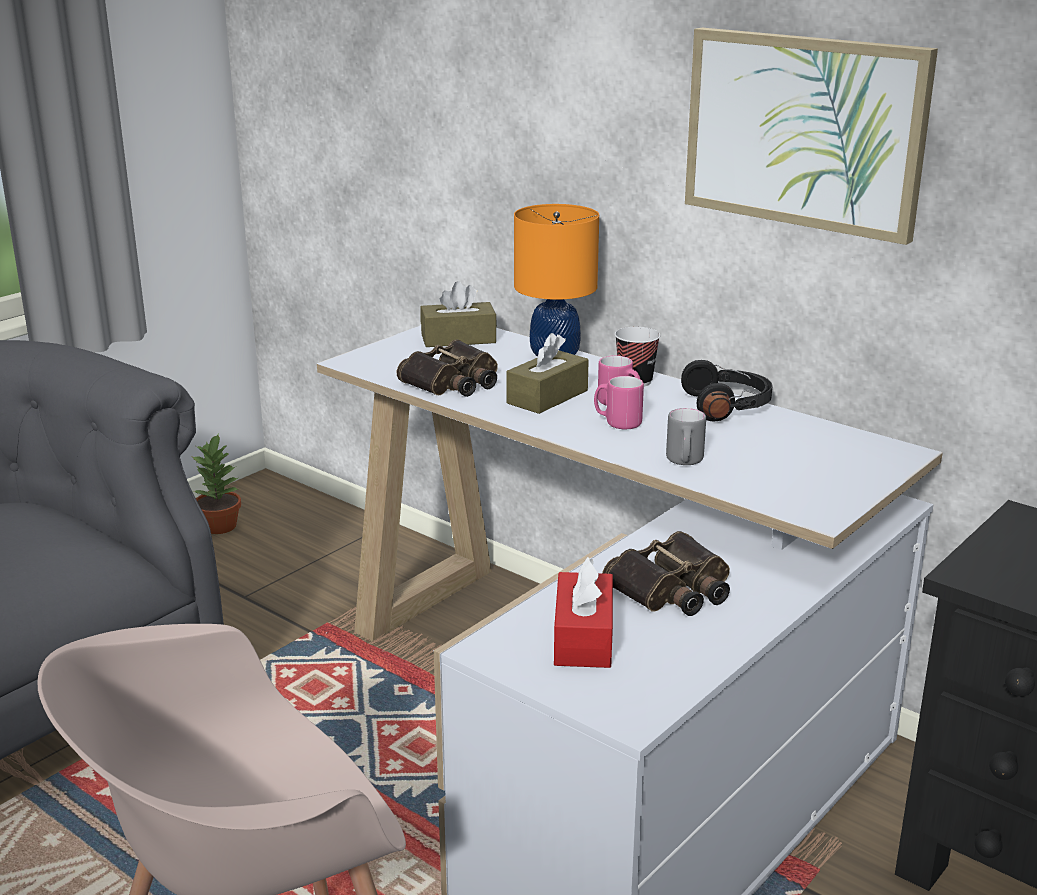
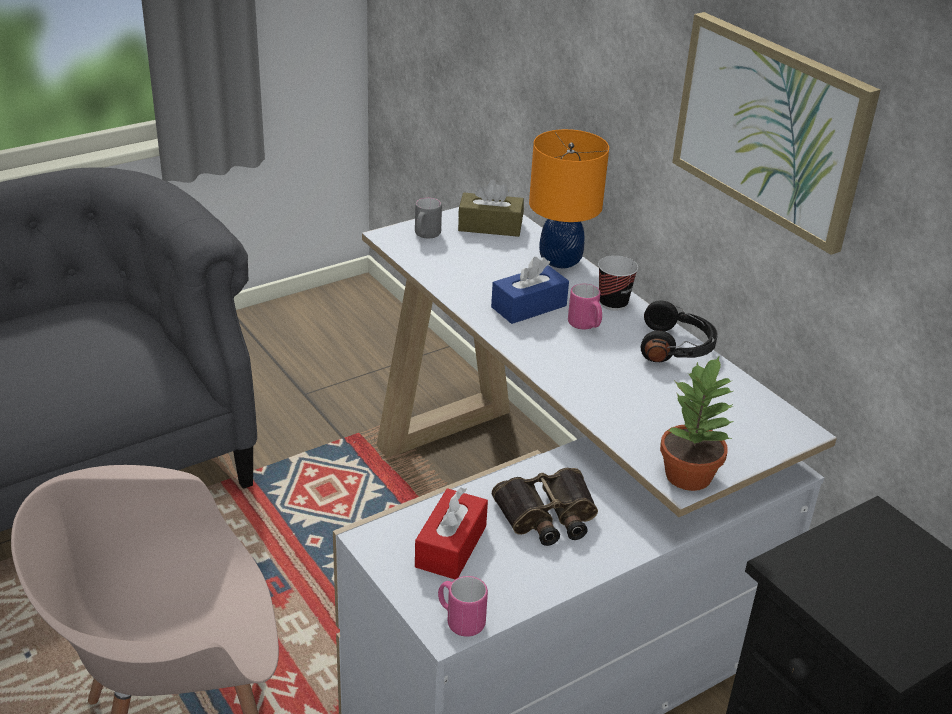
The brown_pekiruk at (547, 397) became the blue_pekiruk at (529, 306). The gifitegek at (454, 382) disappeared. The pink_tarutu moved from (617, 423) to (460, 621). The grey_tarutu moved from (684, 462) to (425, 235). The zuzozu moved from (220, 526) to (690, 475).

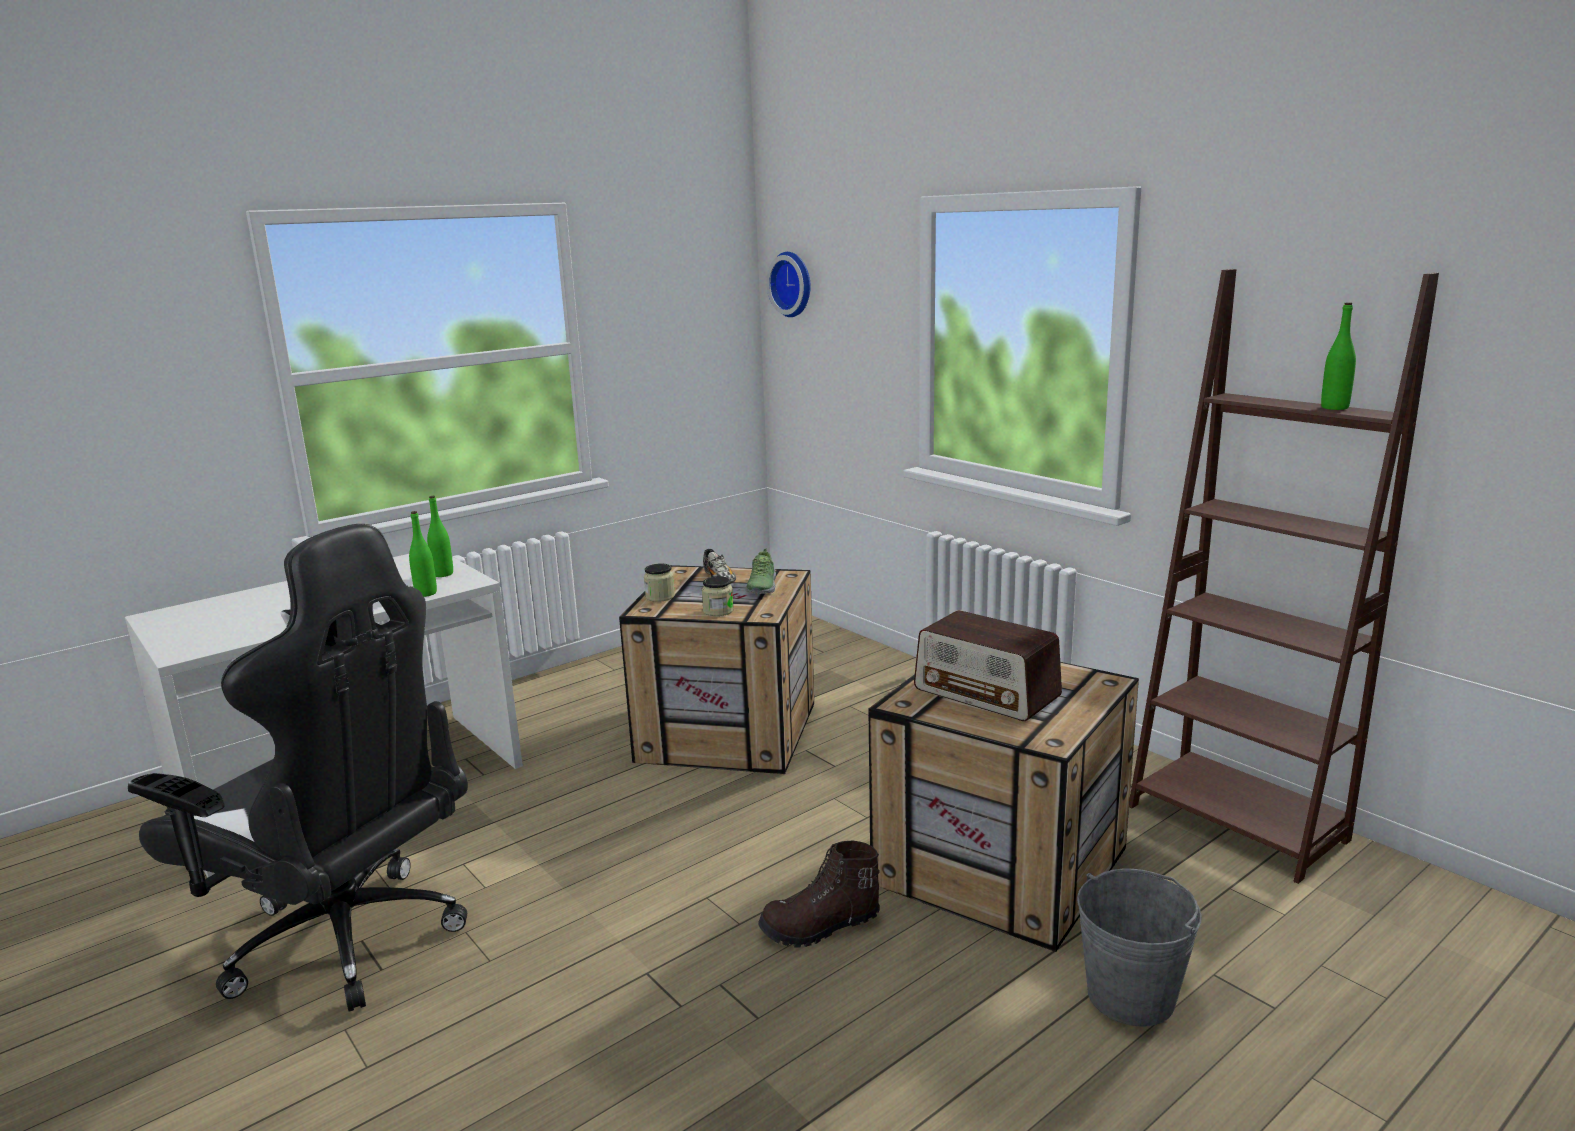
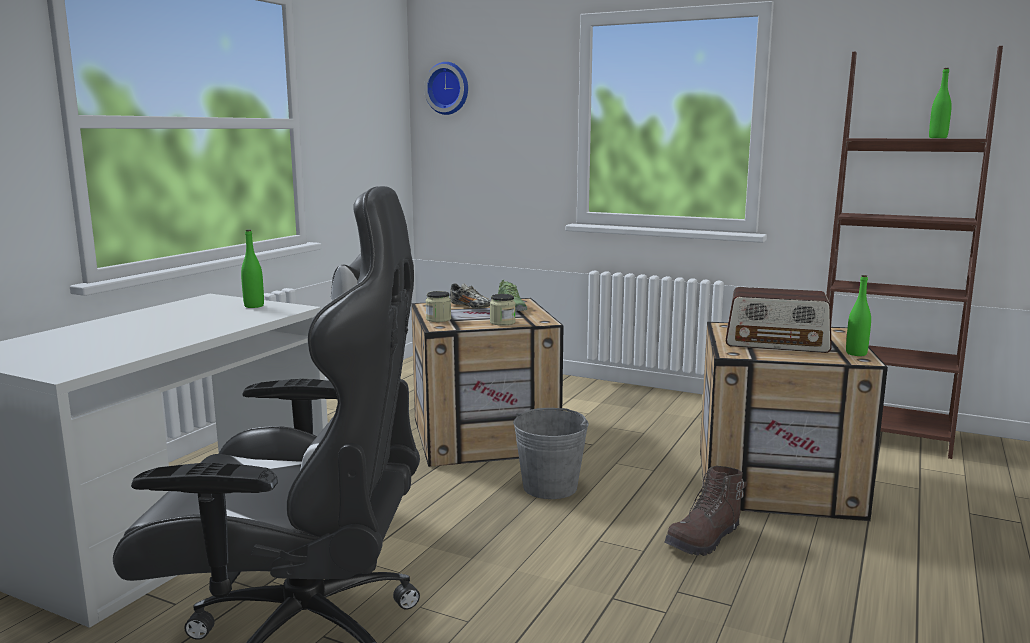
The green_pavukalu moved from (426, 593) to (856, 353). The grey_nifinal moved from (1131, 996) to (550, 487).

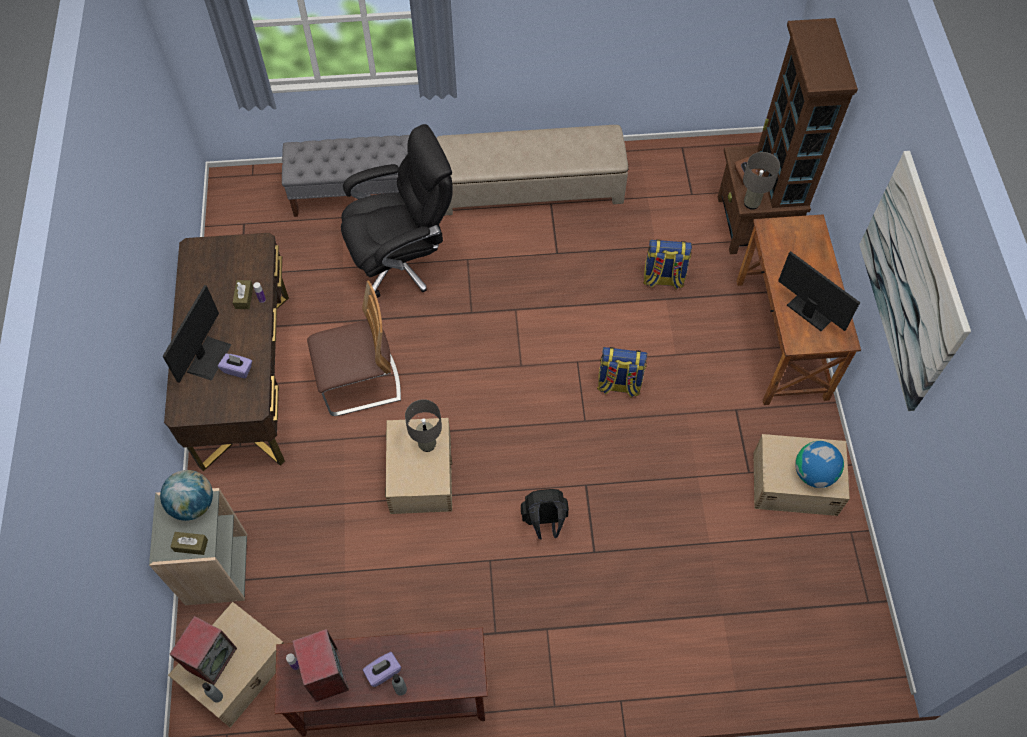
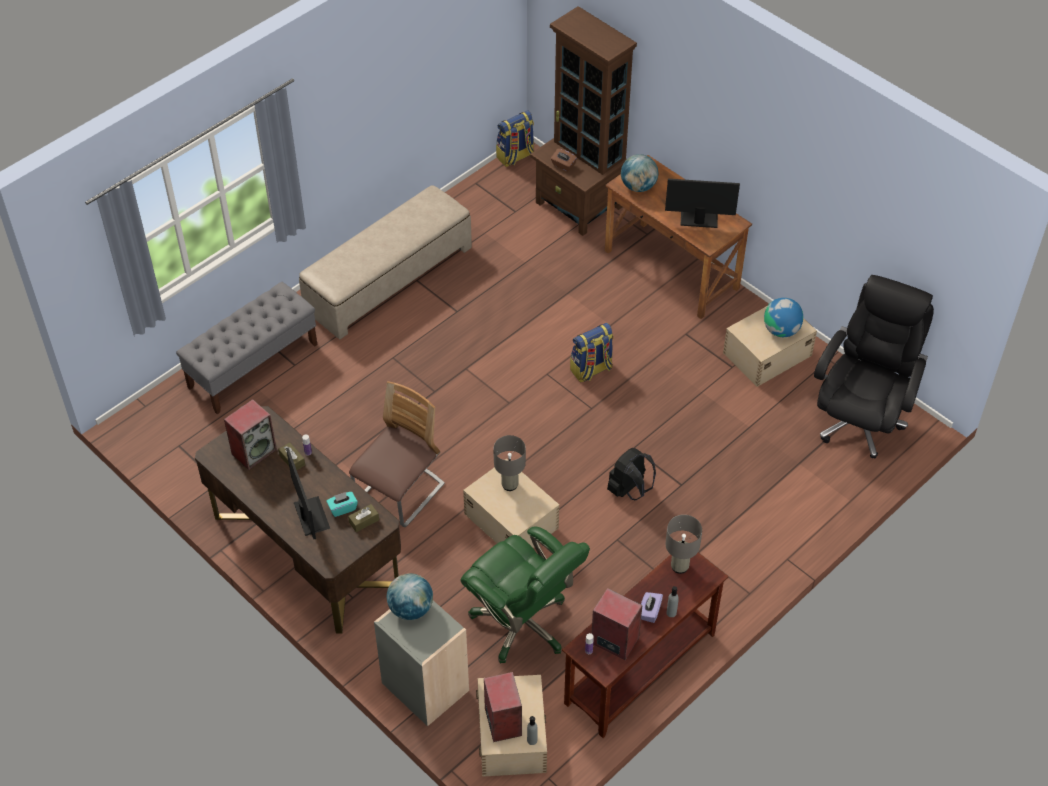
The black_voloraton moved from (402, 263) to (860, 420). The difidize at (912, 282) disappeared. The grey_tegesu moved from (751, 204) to (679, 567). The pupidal moved from (663, 279) to (515, 157). The purple_pekiruk at (238, 369) became the turquoise_pekiruk at (342, 508). The brown_pekiruk moved from (191, 545) to (364, 521). The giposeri at (638, 186) appeared. The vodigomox at (254, 451) appeared. The green_voloraton at (522, 626) appeared.

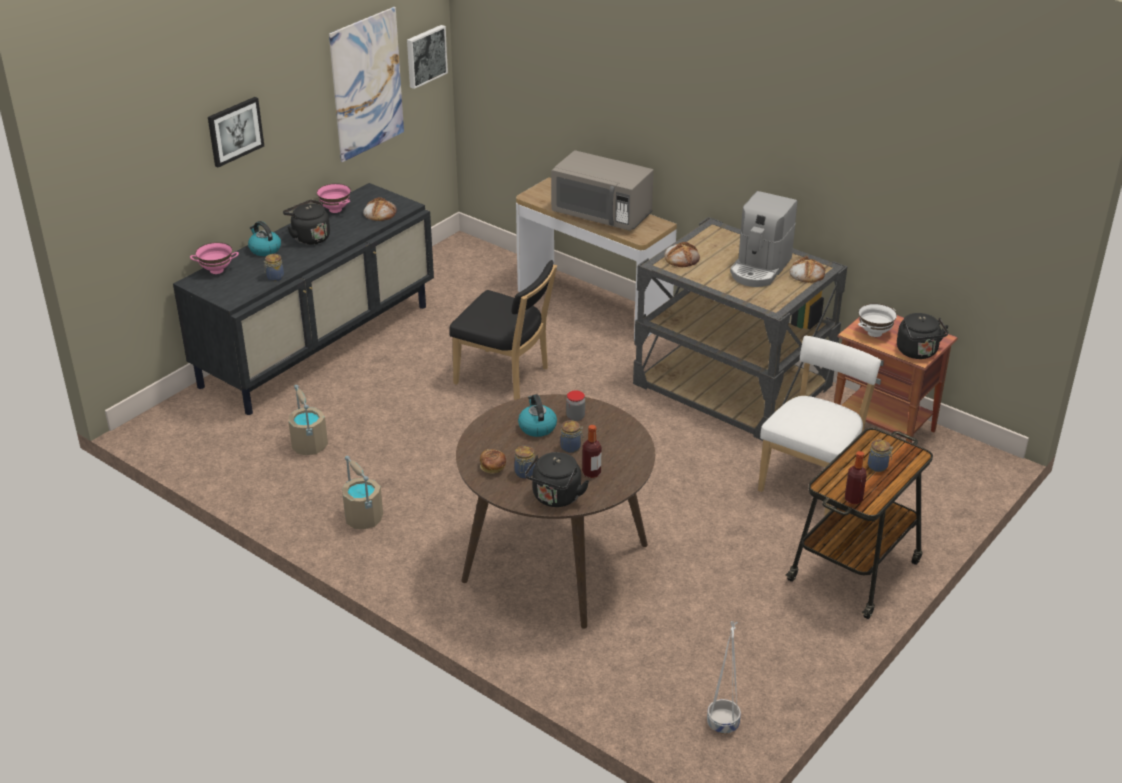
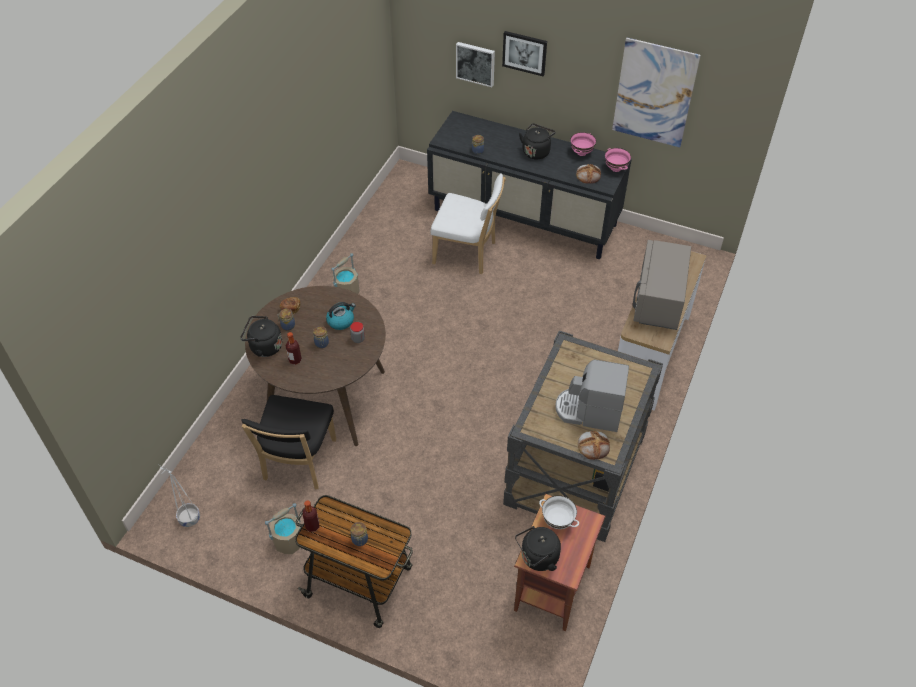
The difidize moved from (425, 56) to (475, 63). The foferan at (264, 249) disappeared. The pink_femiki moved from (217, 270) to (616, 168). The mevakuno at (682, 258) disappeared. The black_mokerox moved from (505, 377) to (298, 463). The white_mokerox moved from (812, 480) to (467, 254). The beige_nifinal moved from (309, 445) to (289, 541).

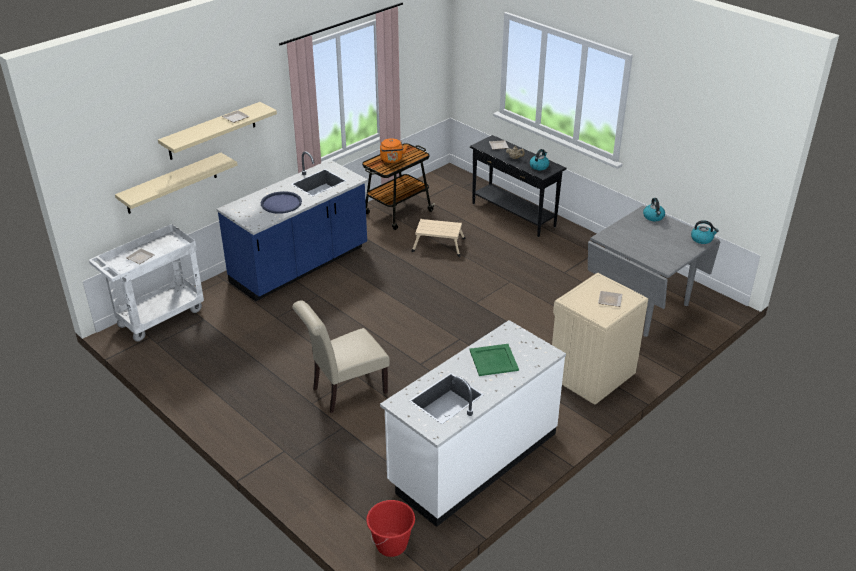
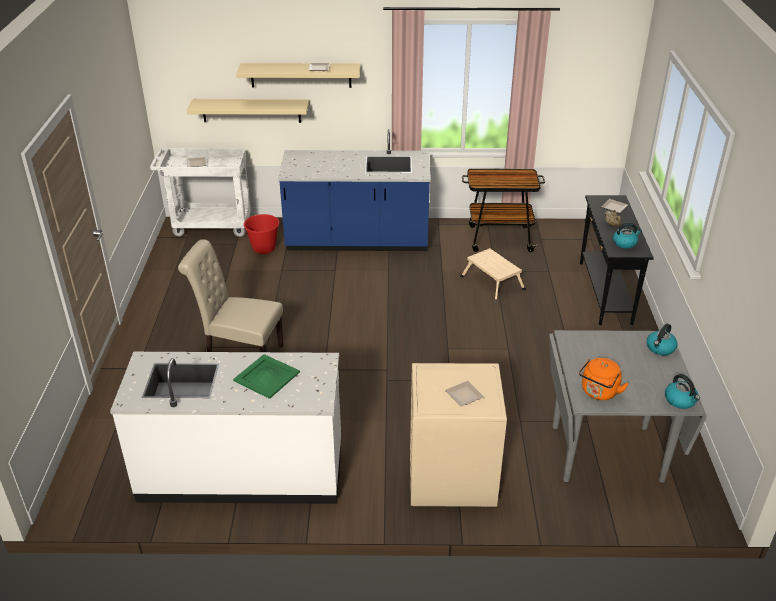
The orange_foferan moved from (392, 160) to (598, 393). The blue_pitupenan at (281, 203) disappeared. The red_nifinal moved from (391, 545) to (264, 248).

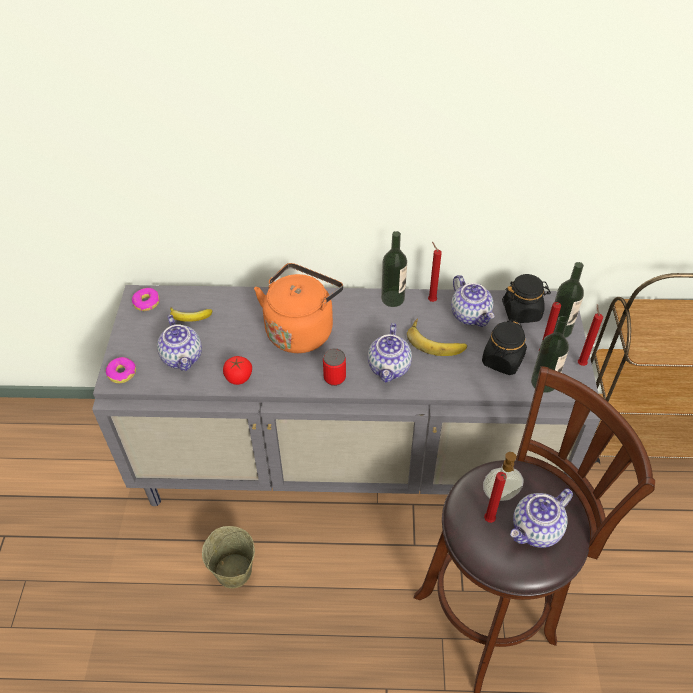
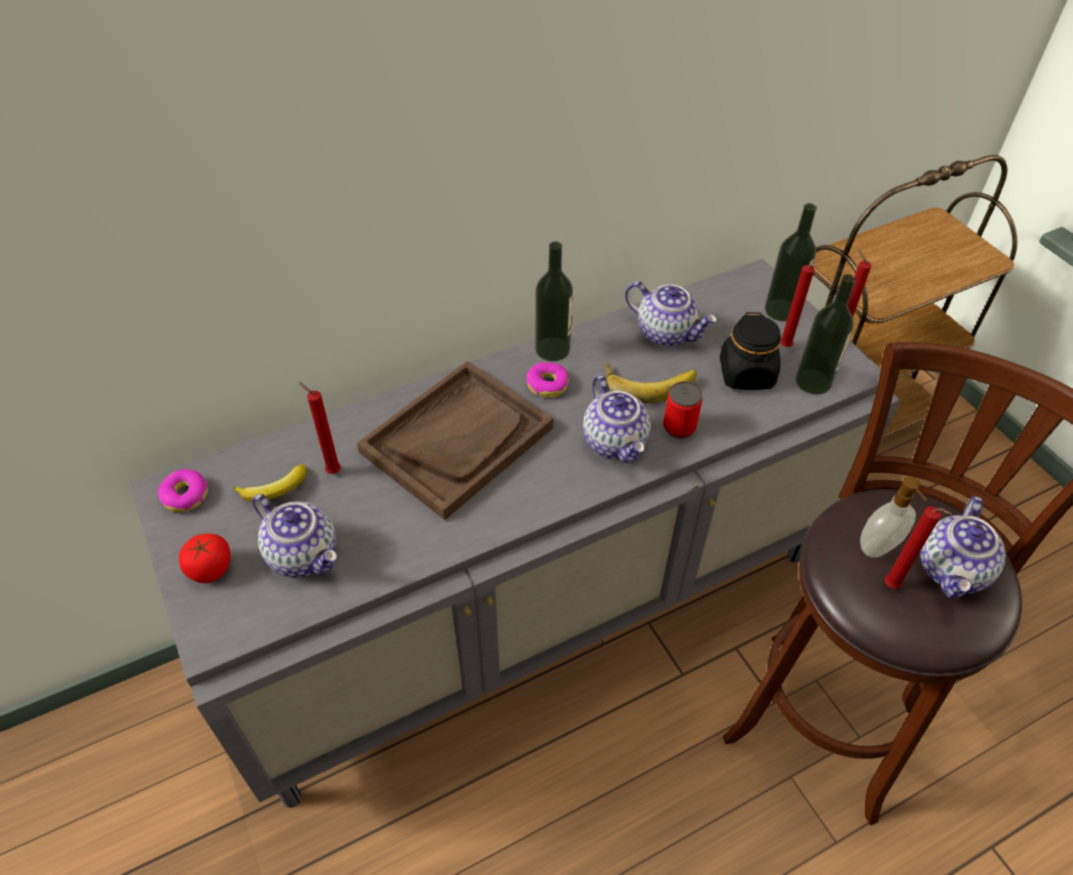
The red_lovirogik moved from (431, 300) to (331, 471). The orange_foferan at (301, 329) was replaced by the brown_pitupenan at (457, 439). The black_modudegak at (522, 312) disappeared. The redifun moved from (334, 377) to (679, 427). The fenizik moved from (239, 377) to (211, 569). The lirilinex moved from (122, 373) to (547, 384). The beige_nifinal at (234, 571) disappeared.

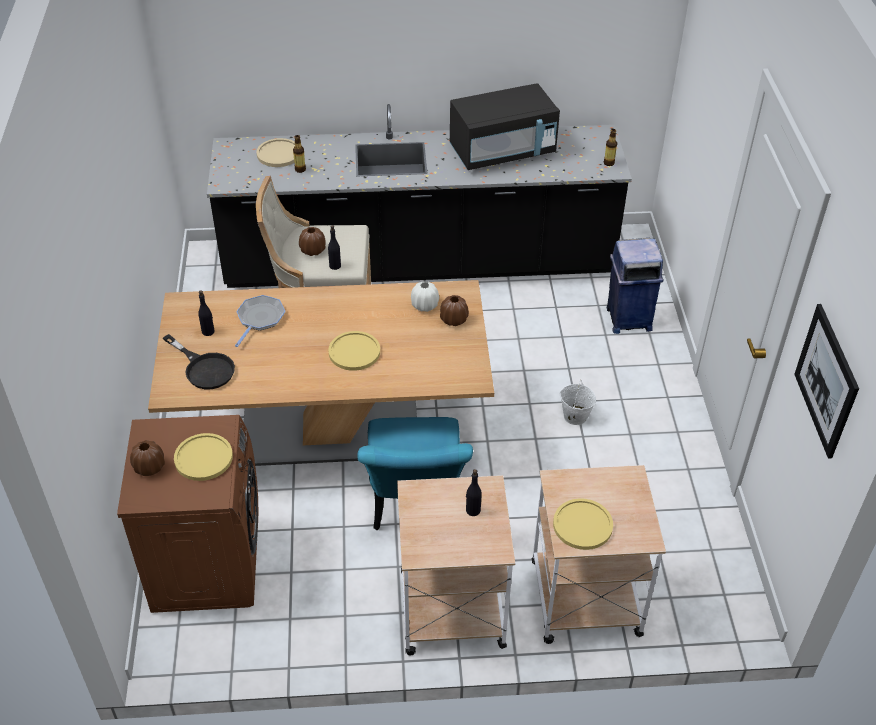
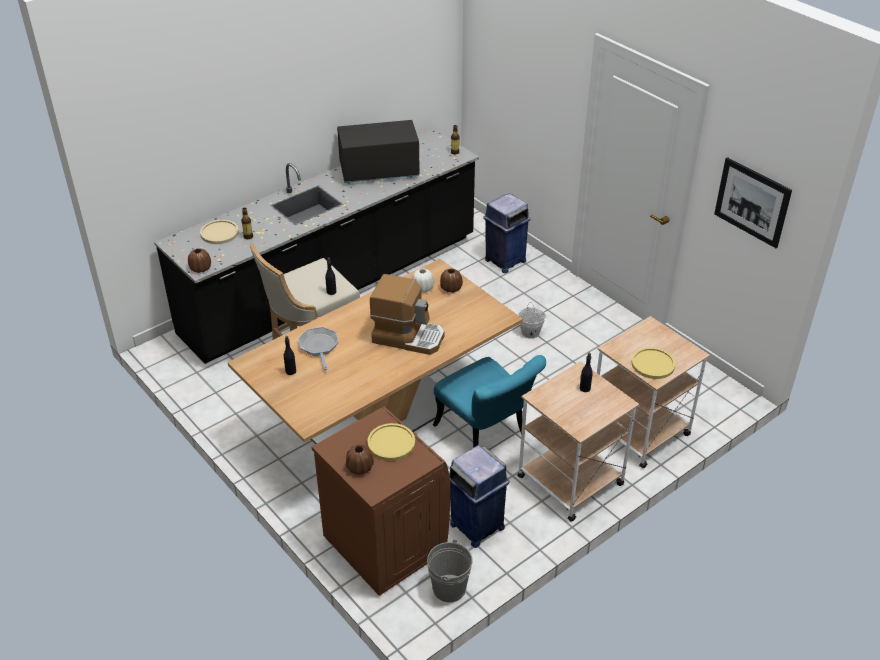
The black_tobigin at (502, 151) turned 135 degrees counterclockwise. The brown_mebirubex moved from (313, 250) to (200, 268). The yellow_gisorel at (354, 352) was replaced by the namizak at (408, 336). The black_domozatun at (204, 368) disappeared. The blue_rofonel at (476, 525) appeared. The grey_nifinal at (449, 588) appeared.

